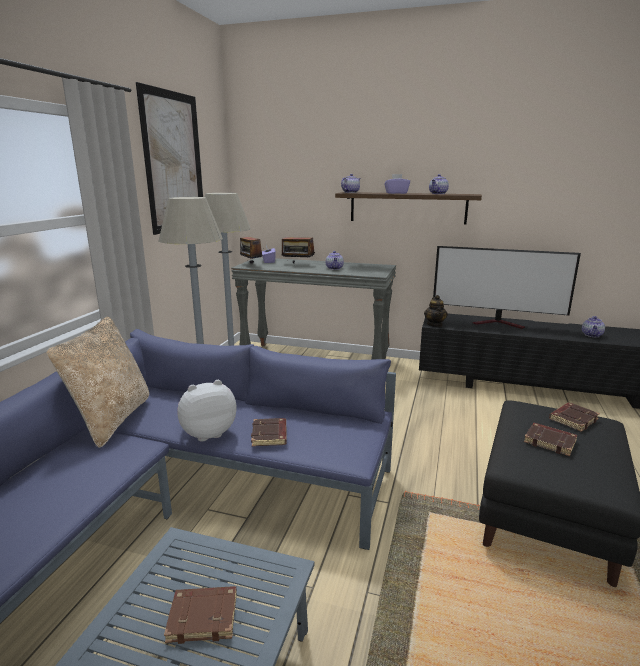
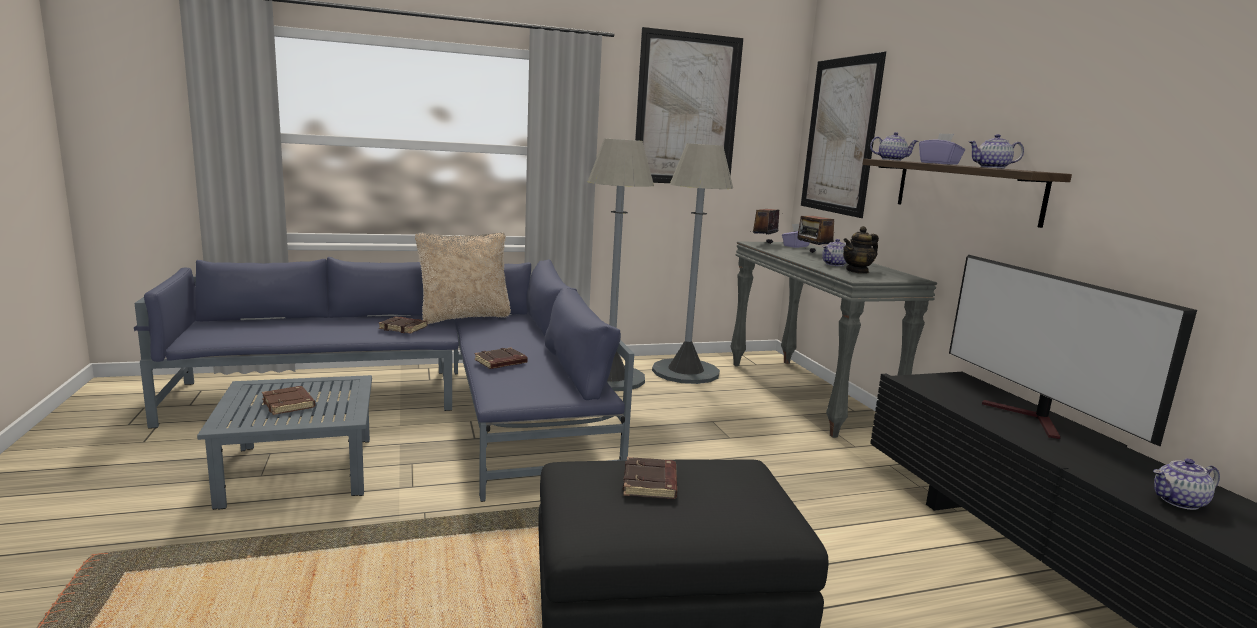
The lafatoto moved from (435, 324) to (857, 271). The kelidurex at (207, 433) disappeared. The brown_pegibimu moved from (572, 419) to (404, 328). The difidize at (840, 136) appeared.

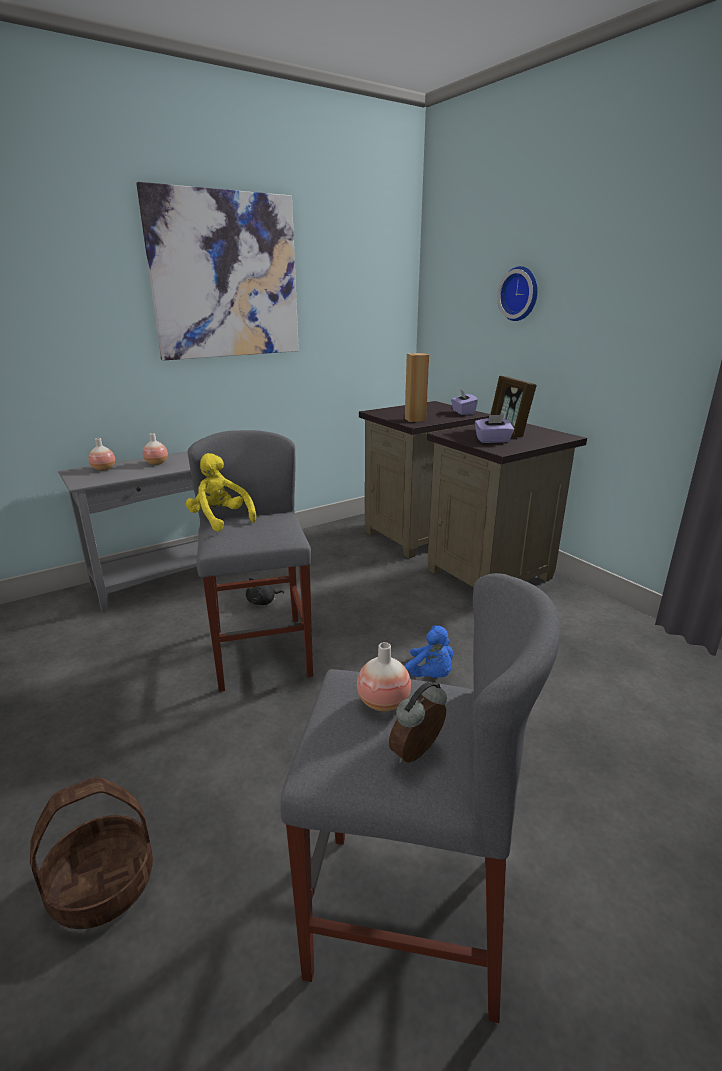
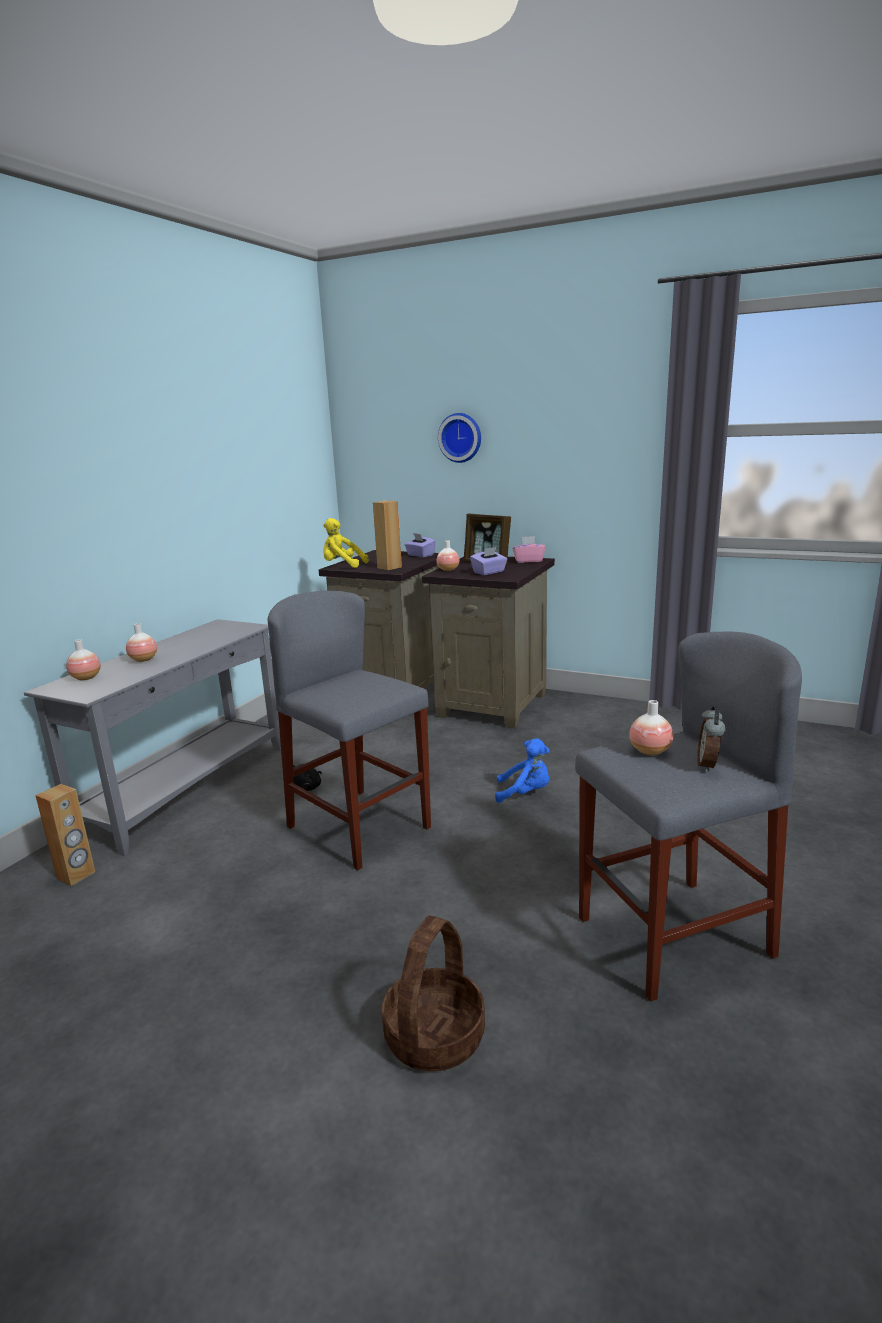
The difidize at (225, 276) disappeared. The yellow_kelidurex moved from (220, 520) to (342, 566). The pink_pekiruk at (528, 561) appeared. The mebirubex at (448, 570) appeared. The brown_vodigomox at (76, 875) appeared.

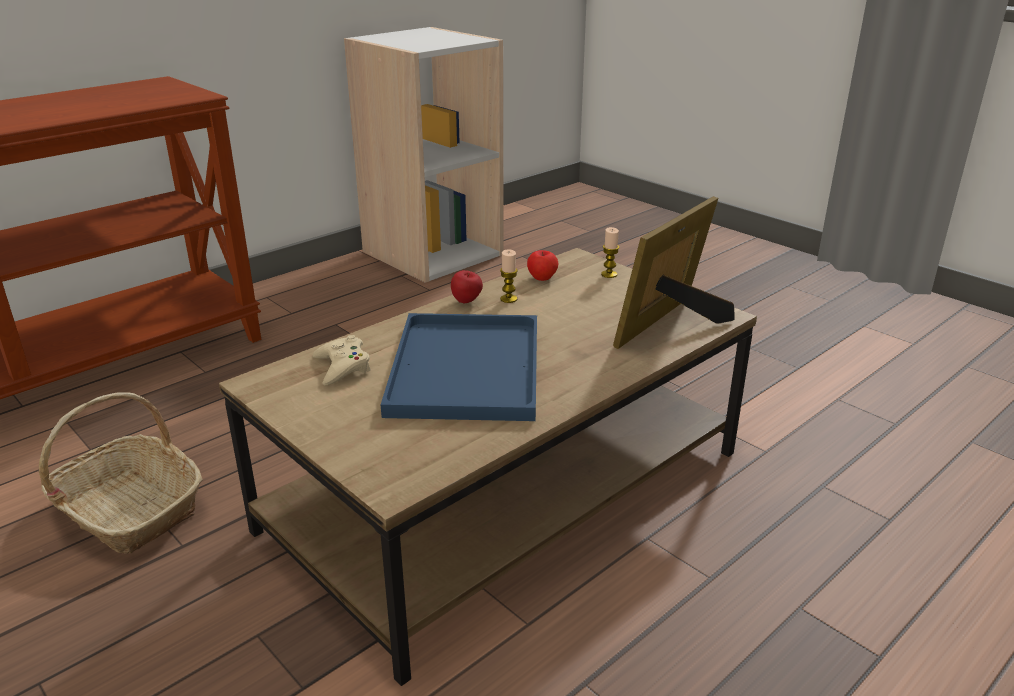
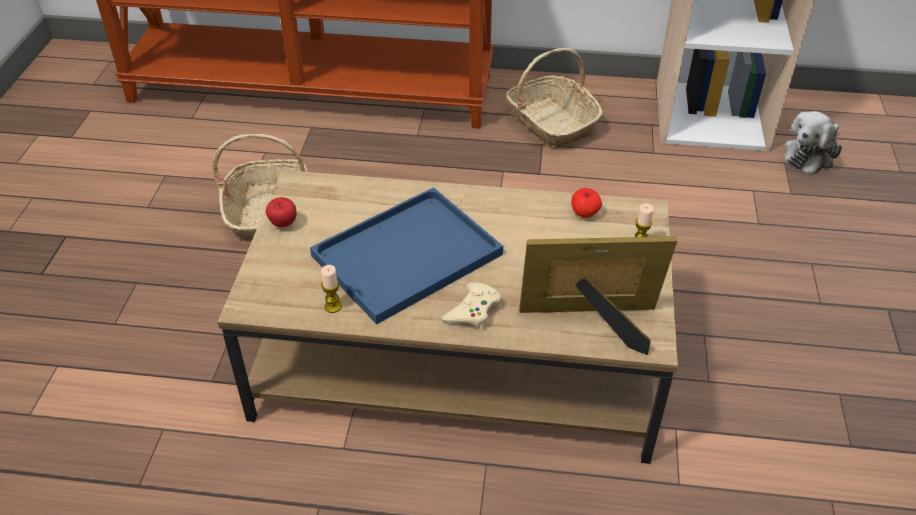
The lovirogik moved from (508, 299) to (333, 306). The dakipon moved from (467, 302) to (283, 225). The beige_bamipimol moved from (342, 367) to (473, 310). The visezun at (550, 123) appeared. The kelidurex at (810, 154) appeared.

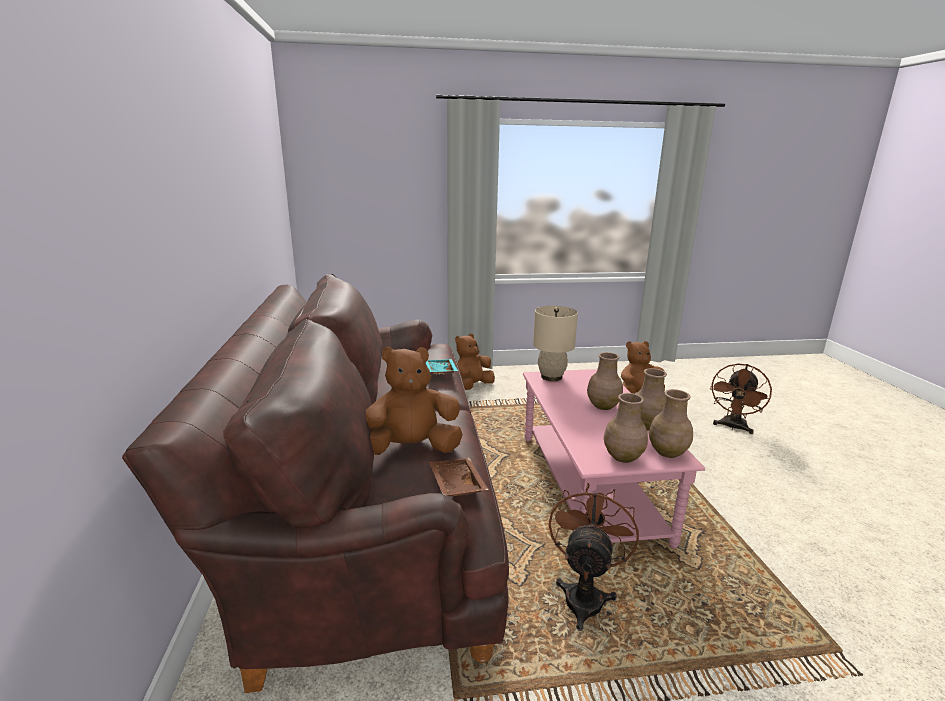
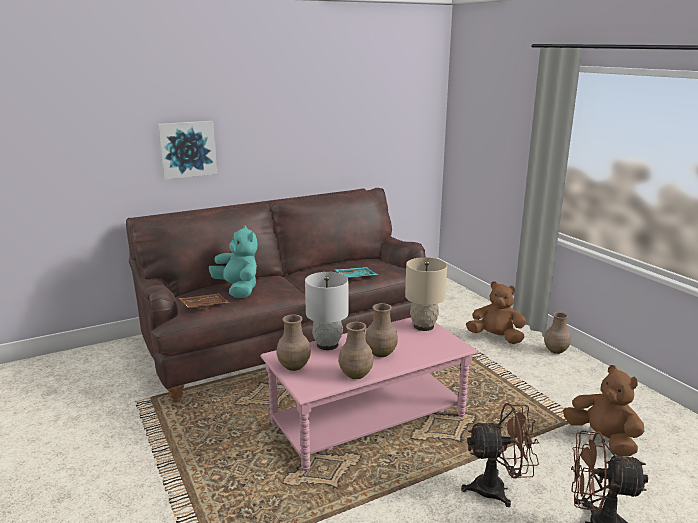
The brown_kelidurex at (411, 449) became the turquoise_kelidurex at (238, 290). The brown_mebirubex moved from (668, 452) to (555, 350). The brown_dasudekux moved from (585, 595) to (498, 489). The difidize at (187, 149) appeared. The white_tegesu at (327, 344) appeared.

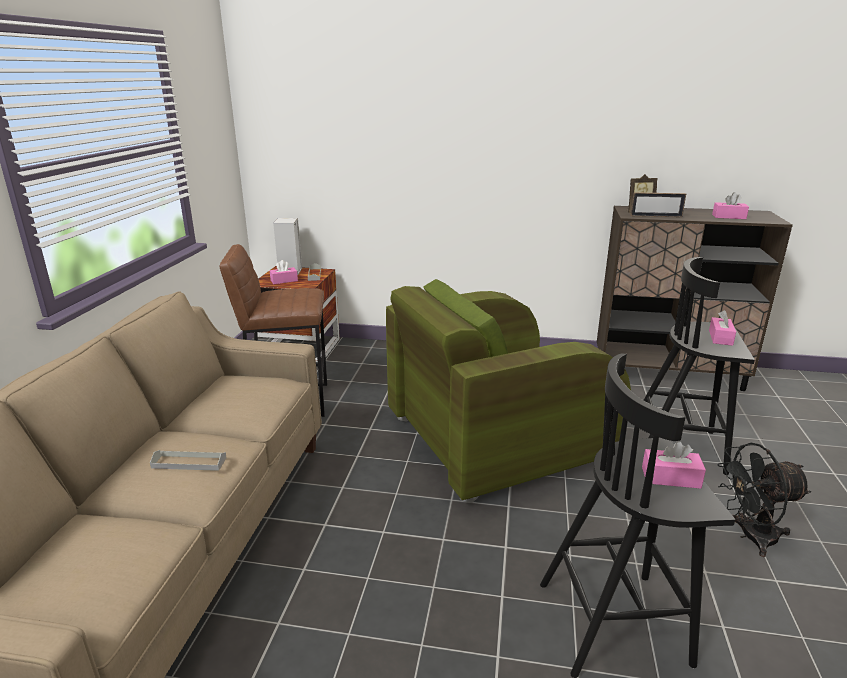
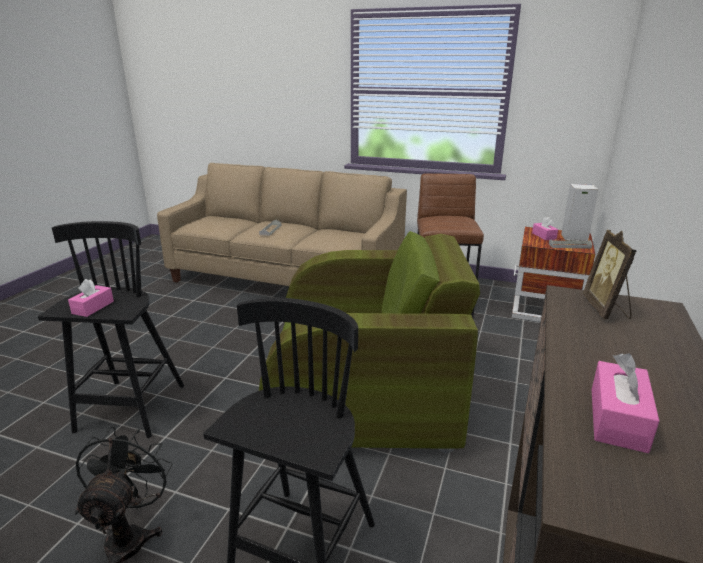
The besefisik at (656, 216) disappeared. The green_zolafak at (494, 437) turned 105 degrees clockwise. The pink_pekiruk at (720, 338) disappeared.

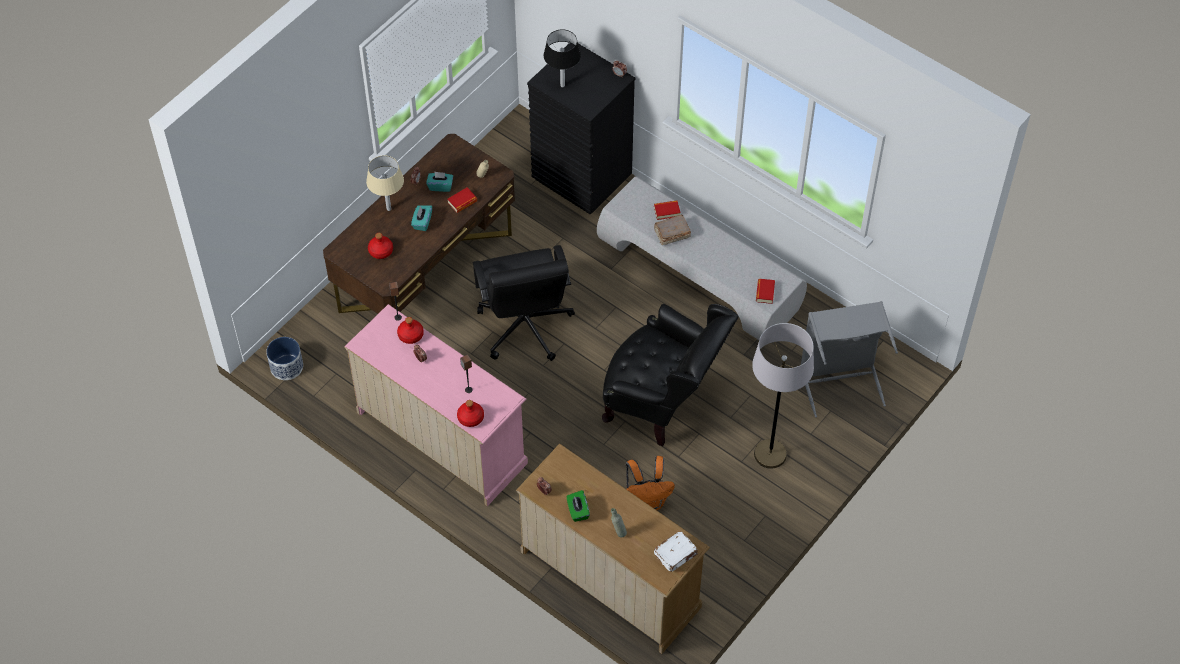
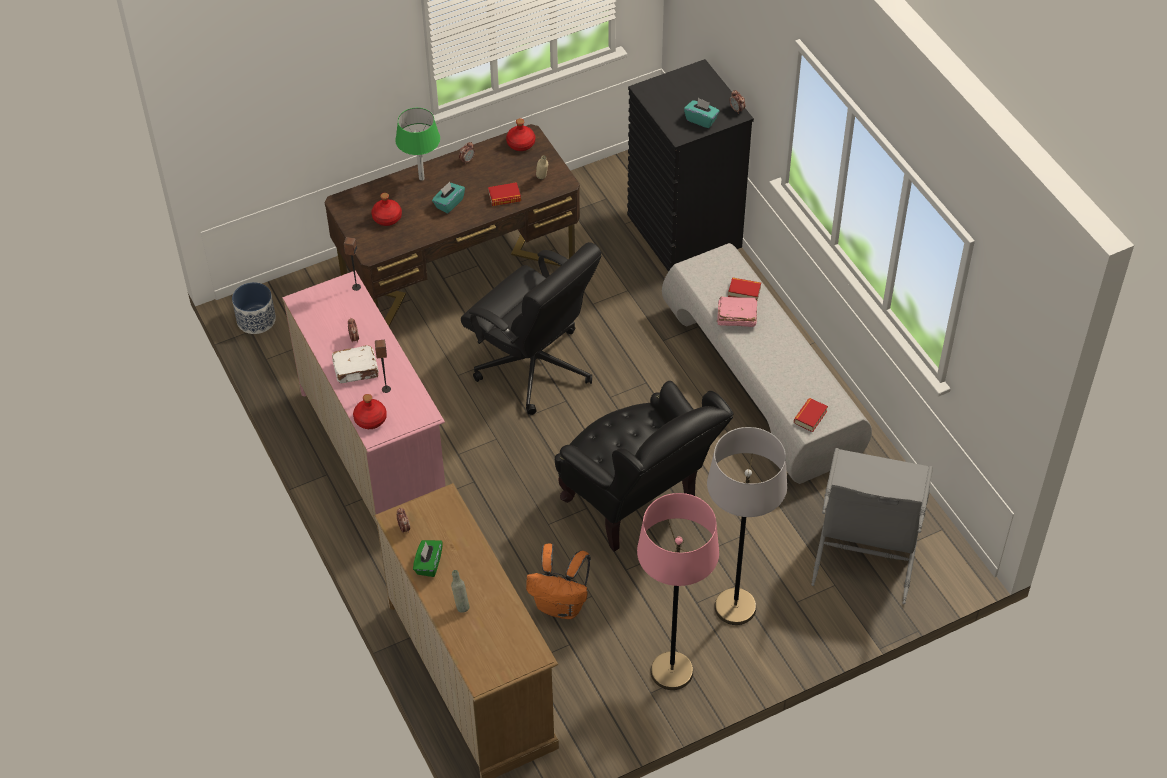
The black_tegesu at (562, 85) disappeared. The beige_tegesu at (388, 209) became the green_tegesu at (421, 178). The turquoise_pekiruk moved from (440, 186) to (701, 120). The brown_pegibimu at (671, 234) became the pink_pegibimu at (736, 317). The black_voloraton at (525, 324) turned 60 degrees counterclockwise. The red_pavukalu moved from (410, 335) to (520, 144). The white_pegibimu moved from (676, 555) to (356, 370). The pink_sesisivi at (671, 672) appeared.

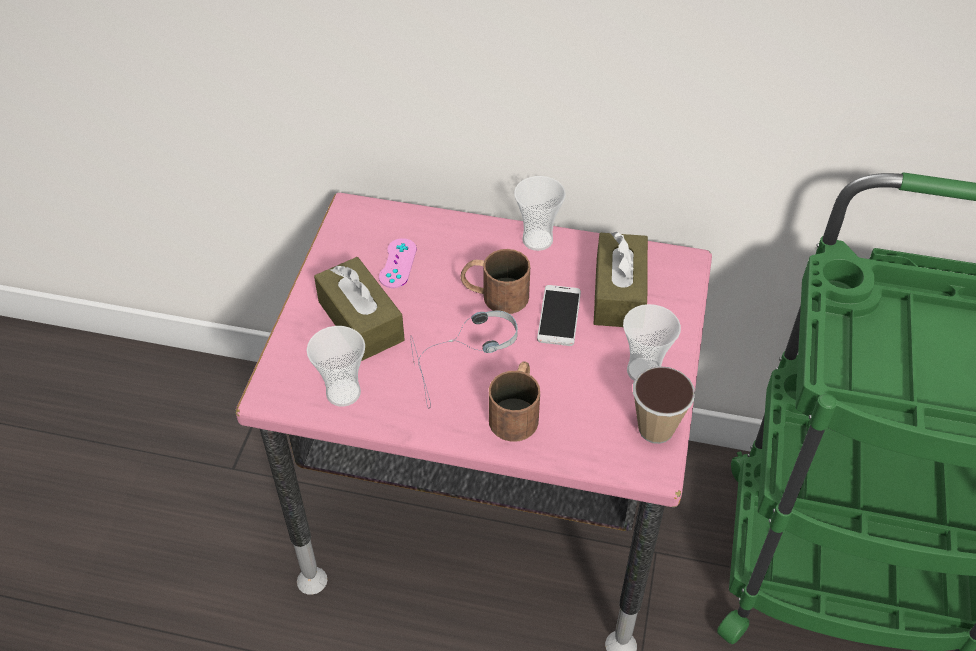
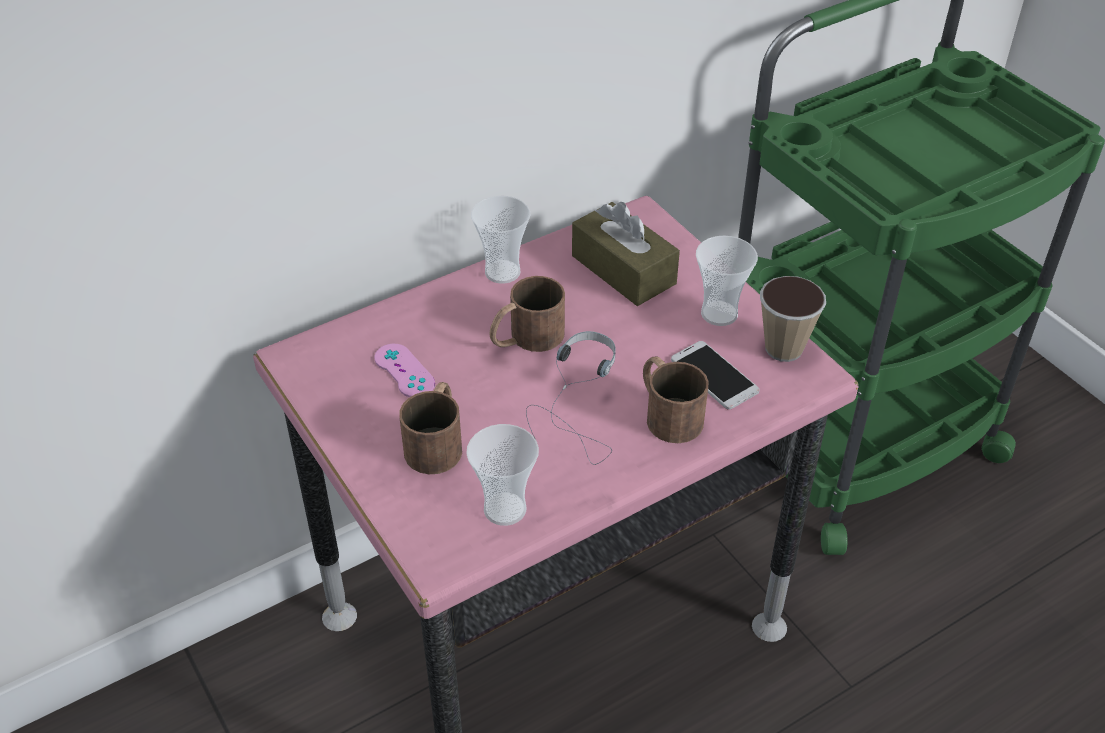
The brown_pekiruk at (361, 321) was replaced by the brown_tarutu at (437, 441). The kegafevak moved from (559, 316) to (714, 375).

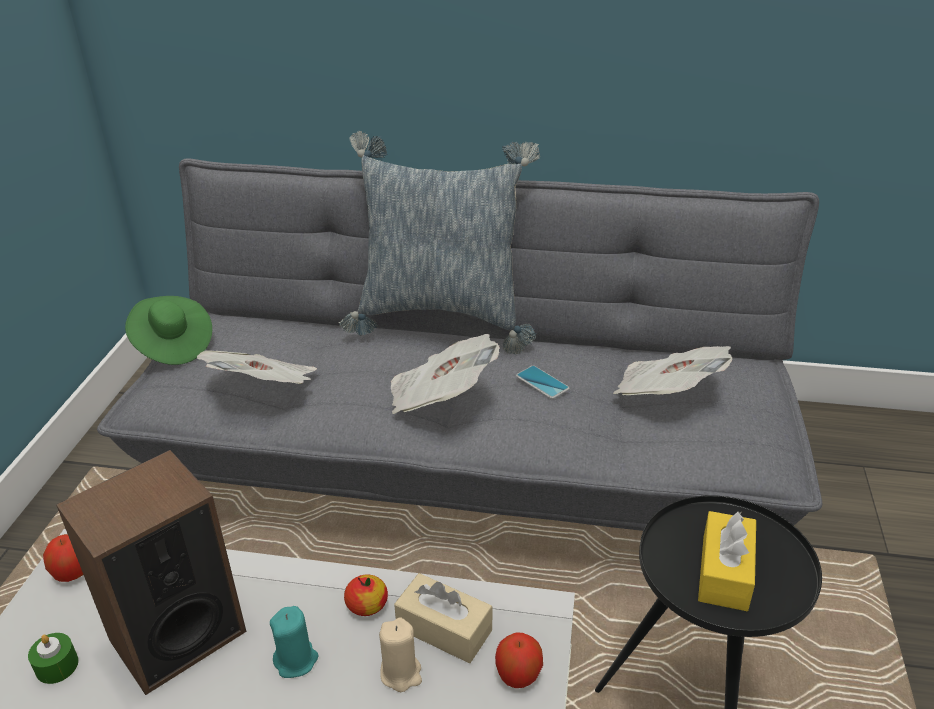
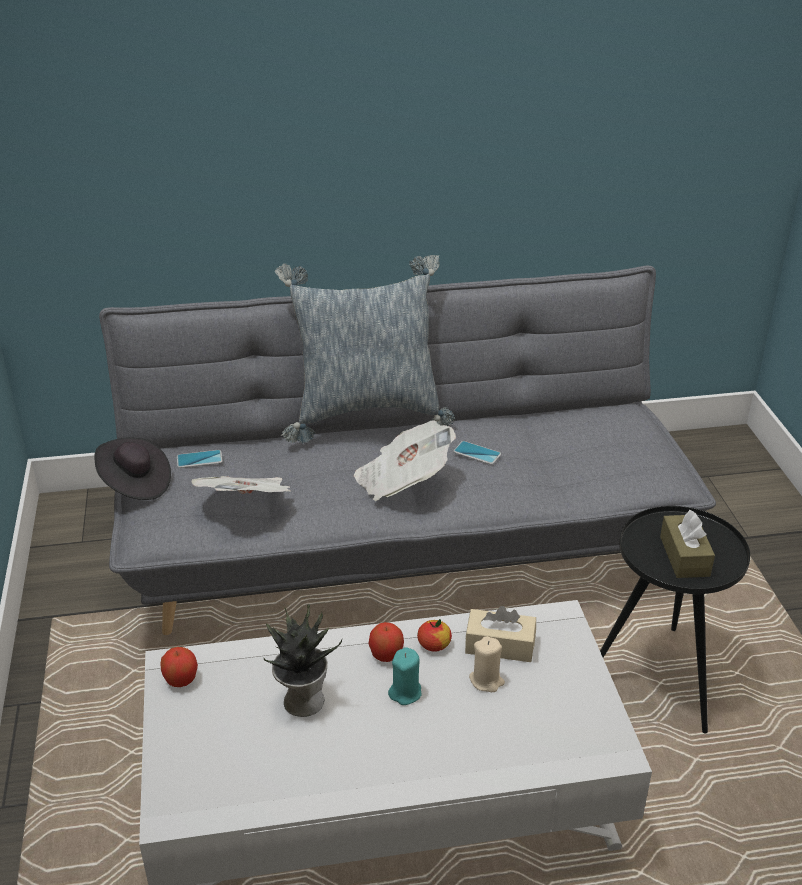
The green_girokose at (172, 346) became the black_girokose at (135, 484). The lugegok at (666, 394) disappeared. The vodigomox at (177, 635) was replaced by the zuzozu at (302, 700). The yellow_pekiruk at (724, 572) became the brown_pekiruk at (684, 556). The dakipon moved from (518, 675) to (386, 655). The green_lovirogik at (57, 666) disappeared. The kegafevak at (199, 459) appeared.

